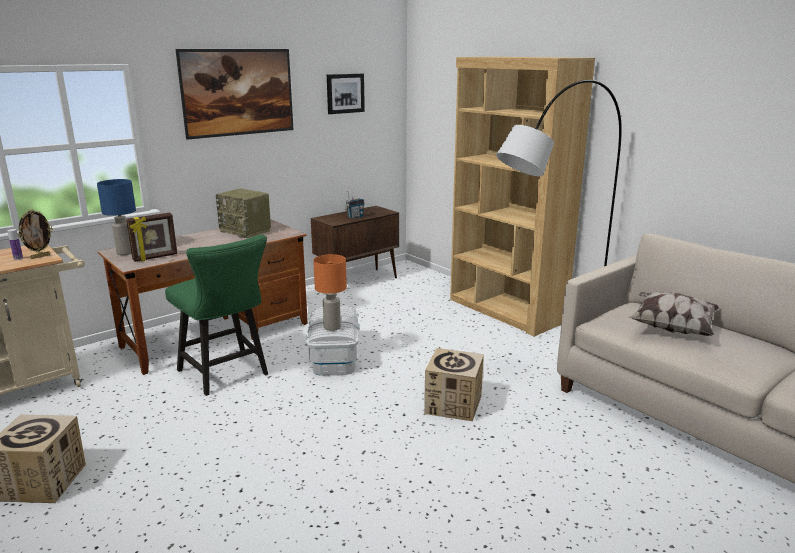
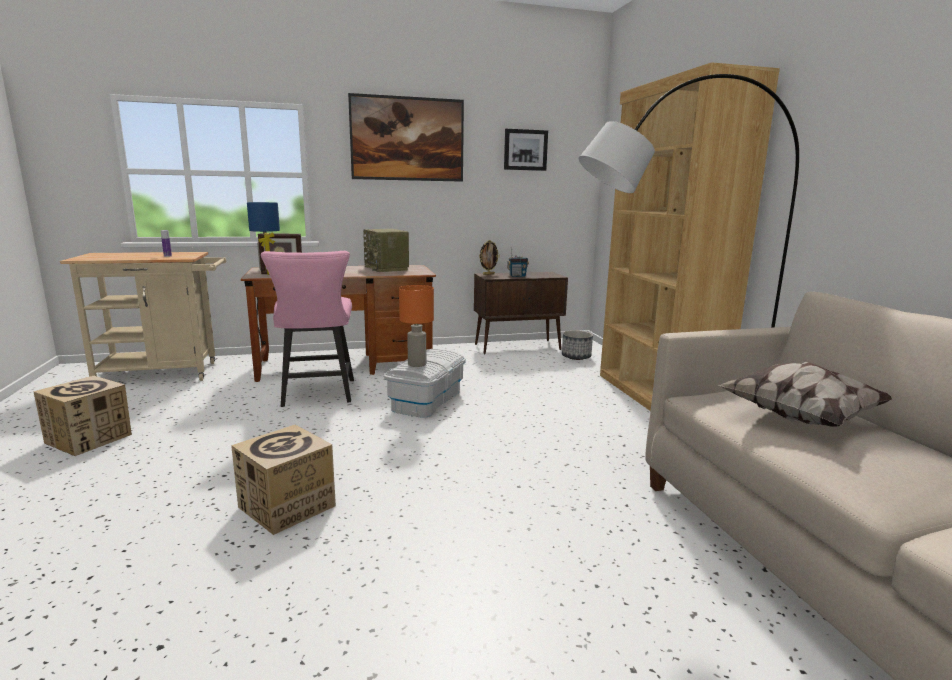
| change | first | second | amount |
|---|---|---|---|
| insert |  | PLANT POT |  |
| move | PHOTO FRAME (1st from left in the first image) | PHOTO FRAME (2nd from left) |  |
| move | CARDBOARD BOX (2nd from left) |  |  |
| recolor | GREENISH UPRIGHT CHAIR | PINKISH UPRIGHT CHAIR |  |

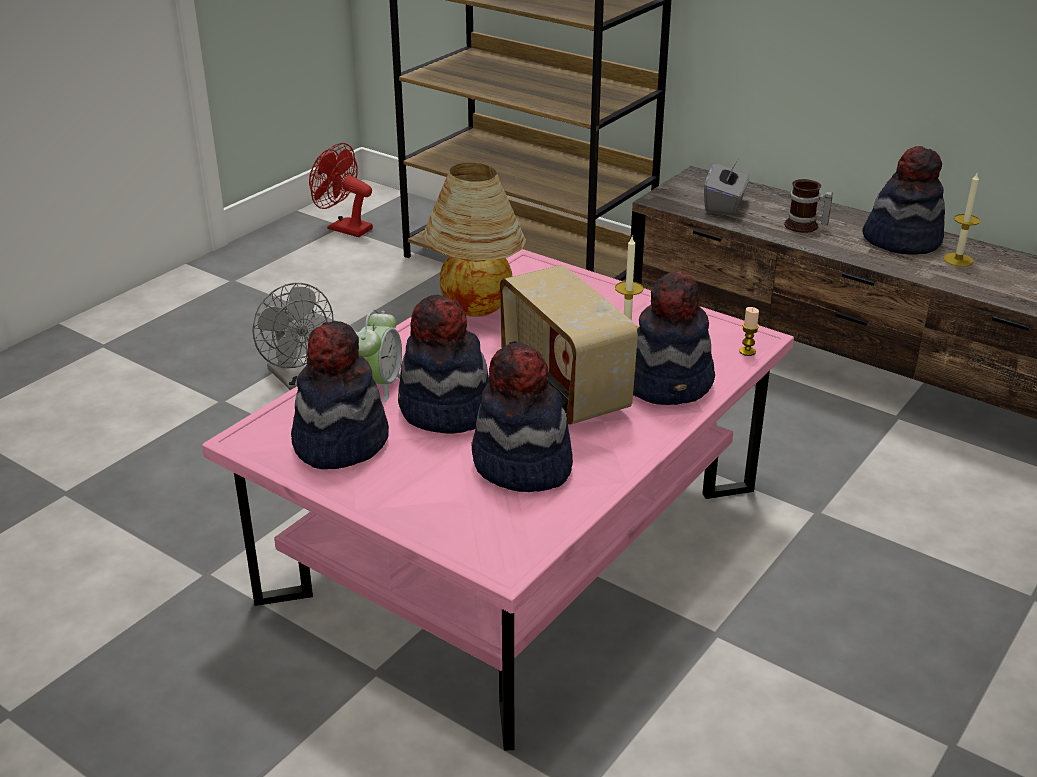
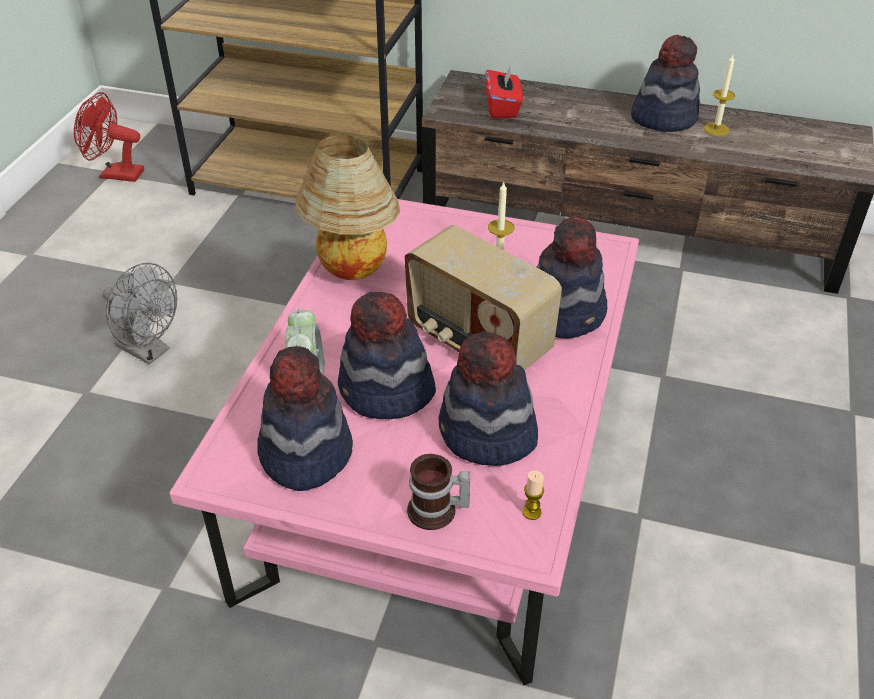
| change | first | second | amount |
|---|---|---|---|
| move | WAX CANDLE (2nd from left) |  |  |
| move | MUG |  |  |
| recolor | GRAY TISSUE BOX | RED TISSUE BOX |  |

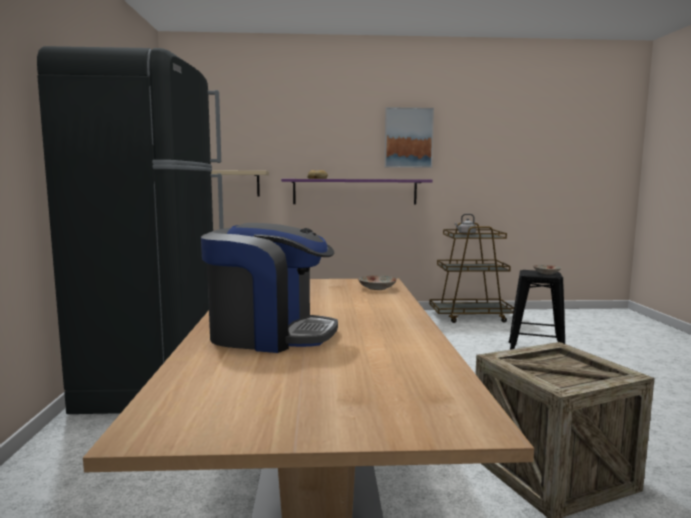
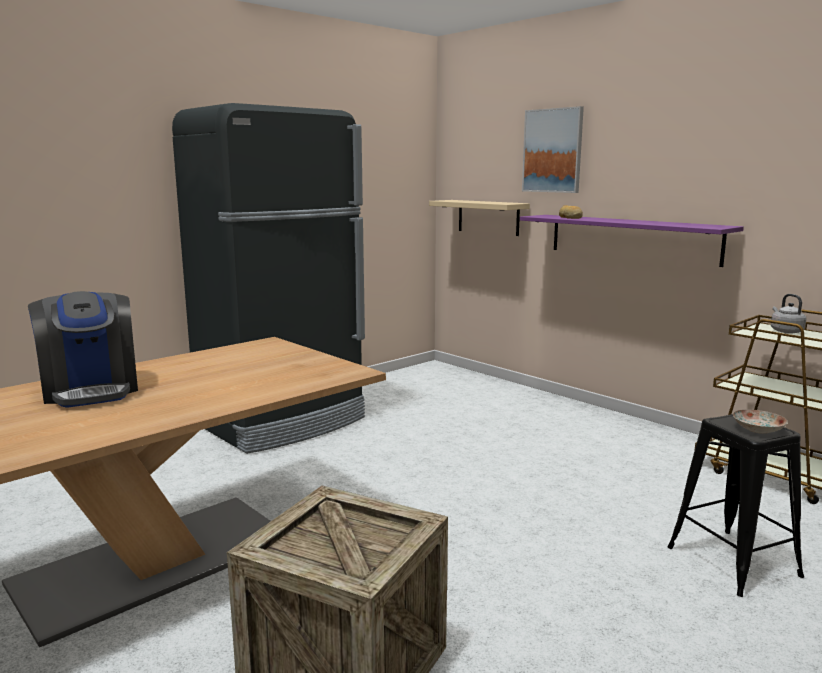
| change | first | second | amount |
|---|---|---|---|
| delete | PLATE (1st from left) |  |  |
| move | PICTURE |  |  |

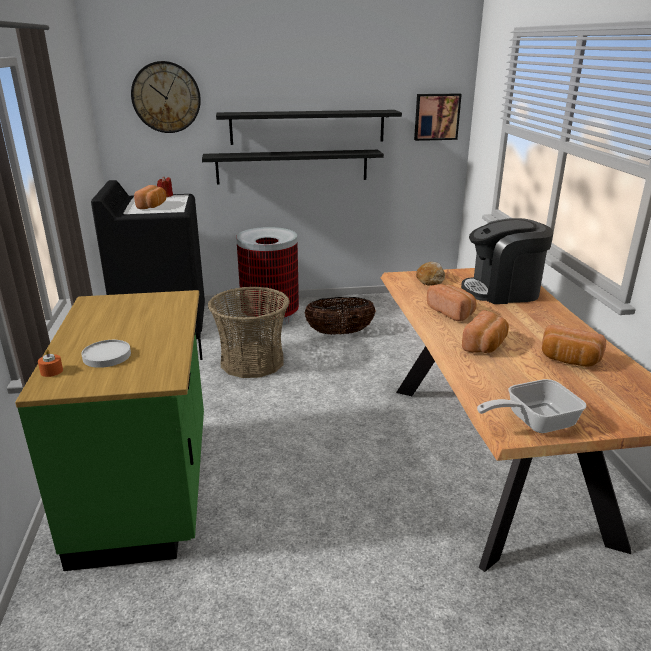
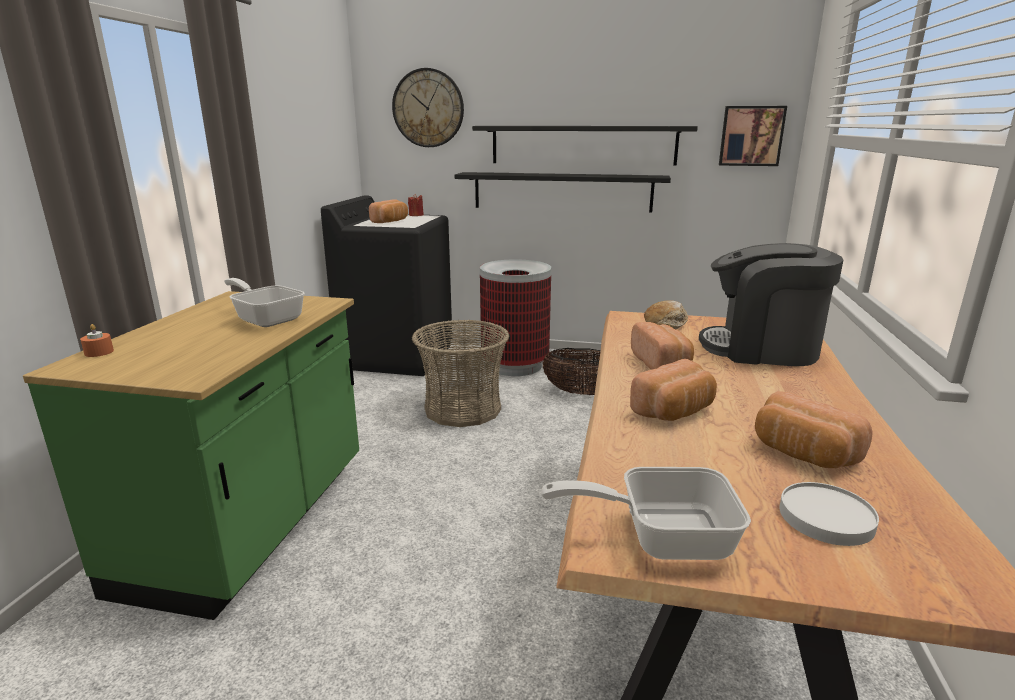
| change | first | second | amount |
|---|---|---|---|
| insert |  | PAN (1st from left) |  |
| move | WHITE-COLOURED PLATE |  |  |

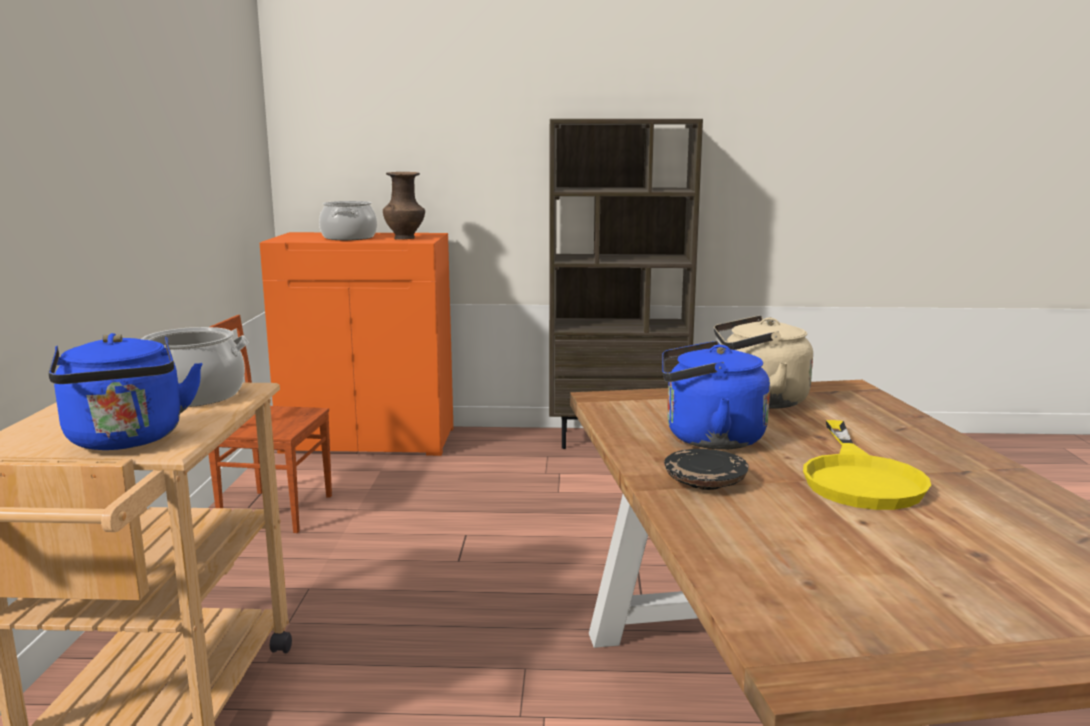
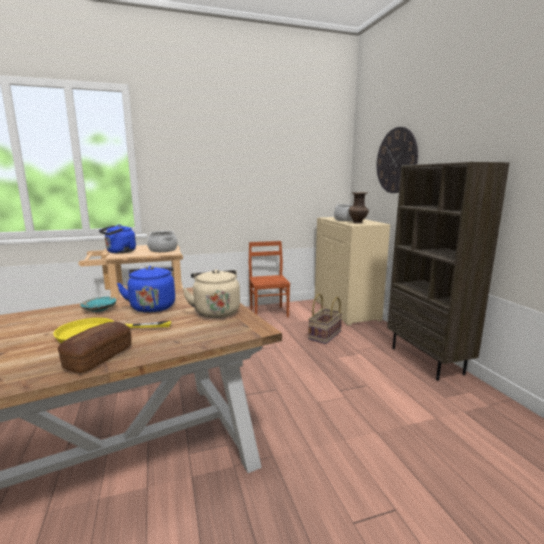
| change | first | second | amount |
|---|---|---|---|
| insert |  | BAKED BREAD |  |
| insert |  | HOUSEHOLD BASKET |  |
| insert |  | WALL CLOCK |  |
| recolor | ORANGE CUPBOARD | BEIGE-COLOURED CUPBOARD |  |
| recolor | BLACK PLATE | TURQUOISE PLATE |  |

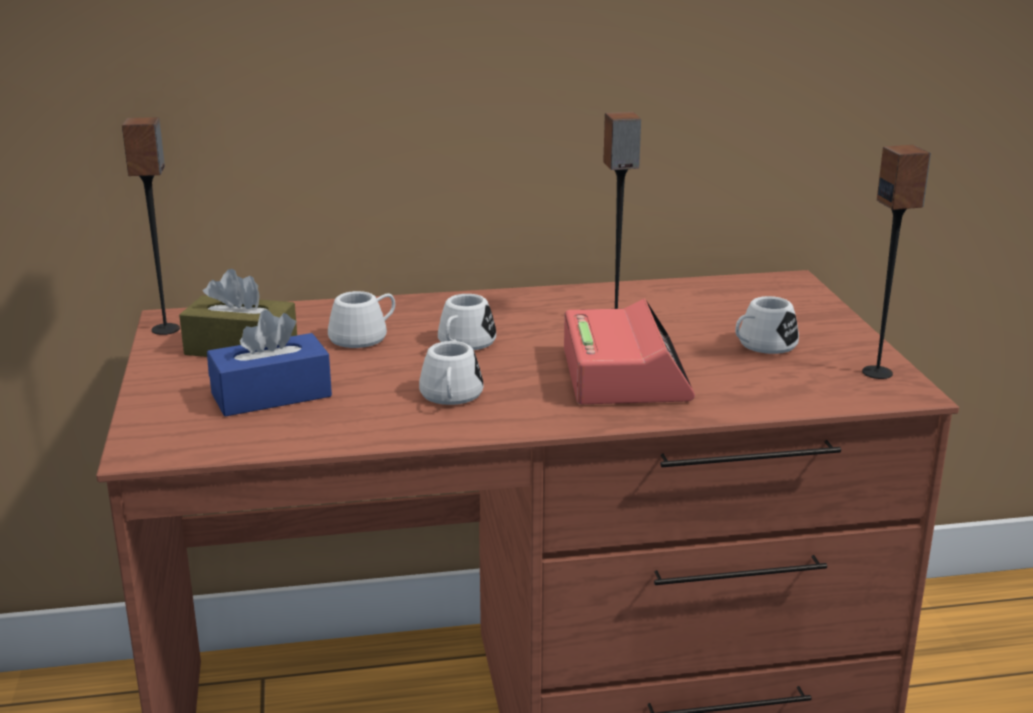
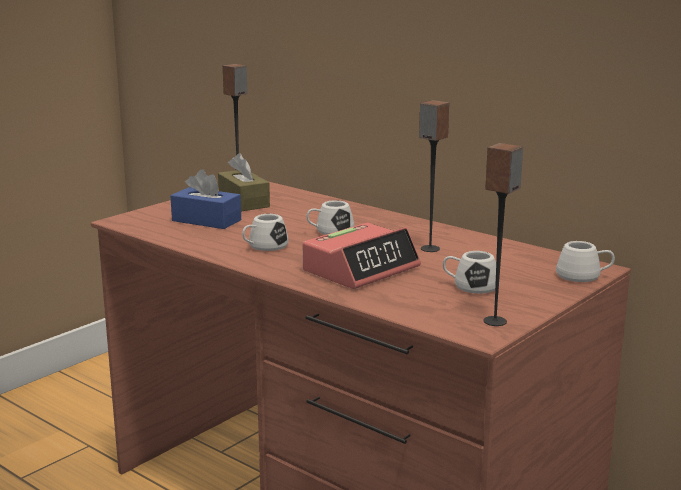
| change | first | second | amount |
|---|---|---|---|
| move | WHITE-COLOURED MUG (1st from left in the first image) | WHITE-COLOURED MUG (4th from left) |  |

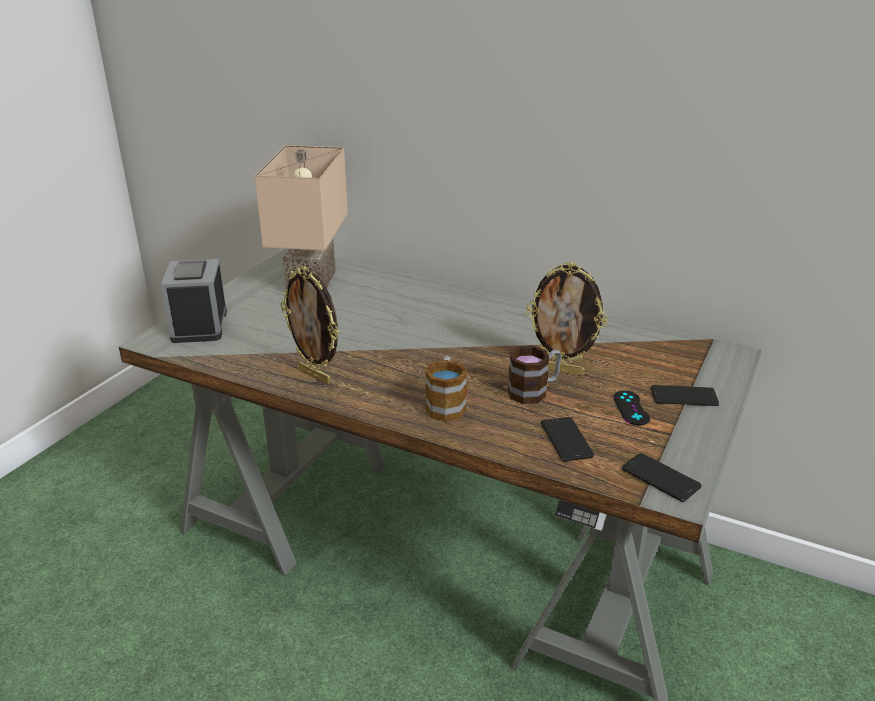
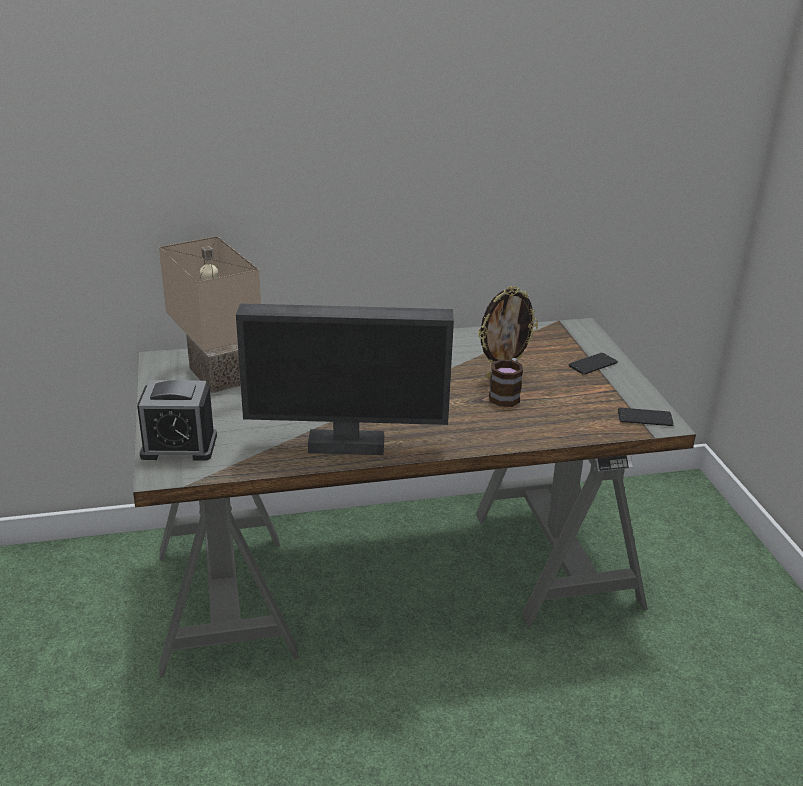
| change | first | second | amount |
|---|---|---|---|
| delete | MUG (1st from left) |  |  |
| delete | PHONE (1st from left) |  |  |
| delete | BLACK GAMEPAD |  |  |
| replace | PHOTO FRAME (1st from left) | MONITOR |  |
| rotate | TABLE CLOCK |  | 45 degrees counterclockwise |

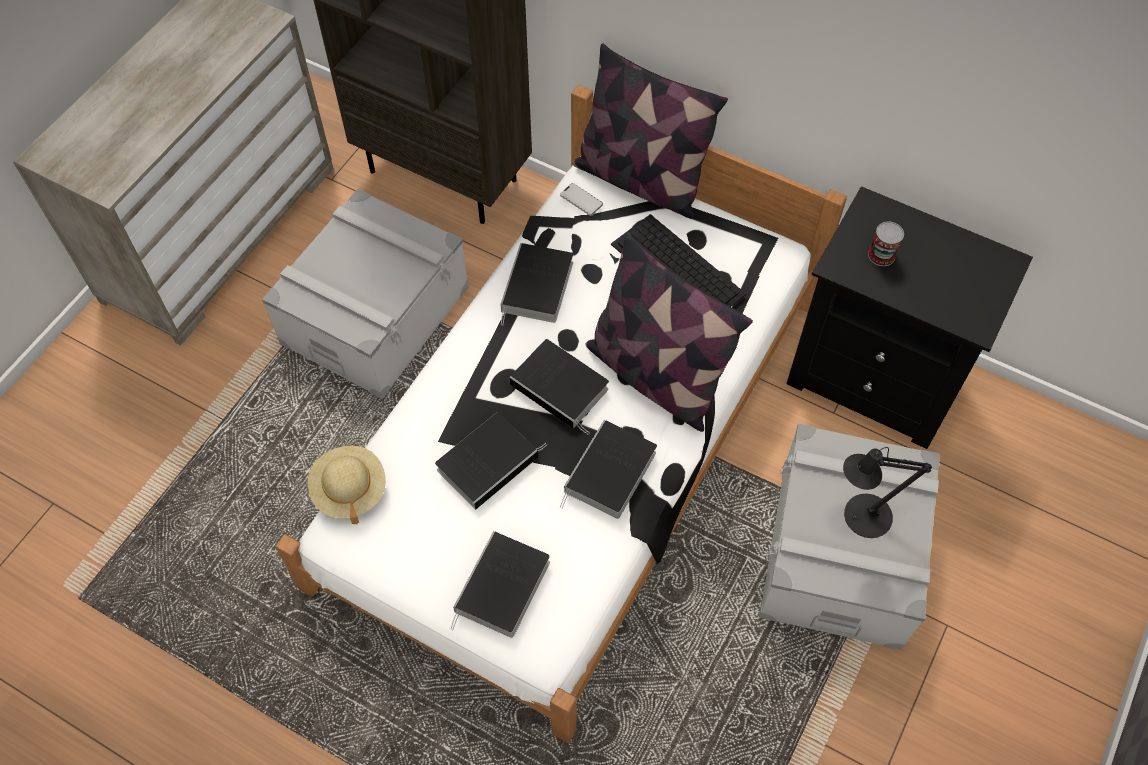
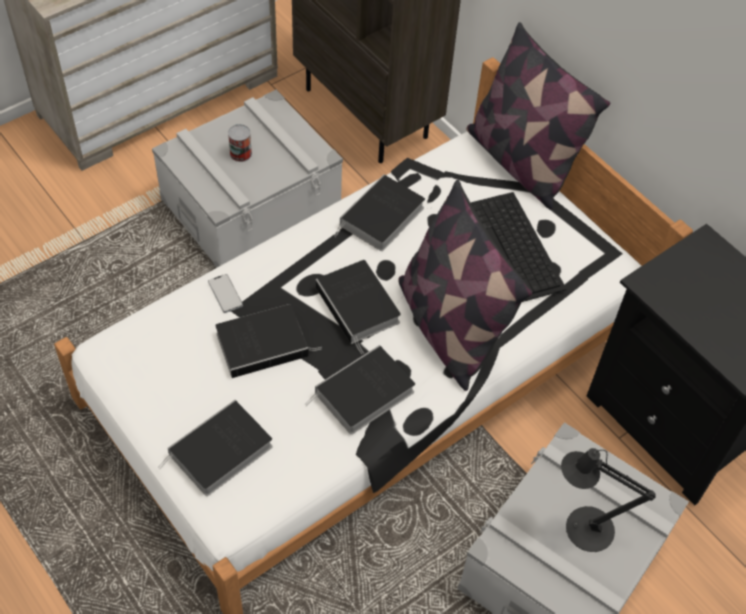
| change | first | second | amount |
|---|---|---|---|
| delete | BEIGE-COLOURED HAT |  |  |
| move | PHONE |  |  |
| move | CAN |  |  |

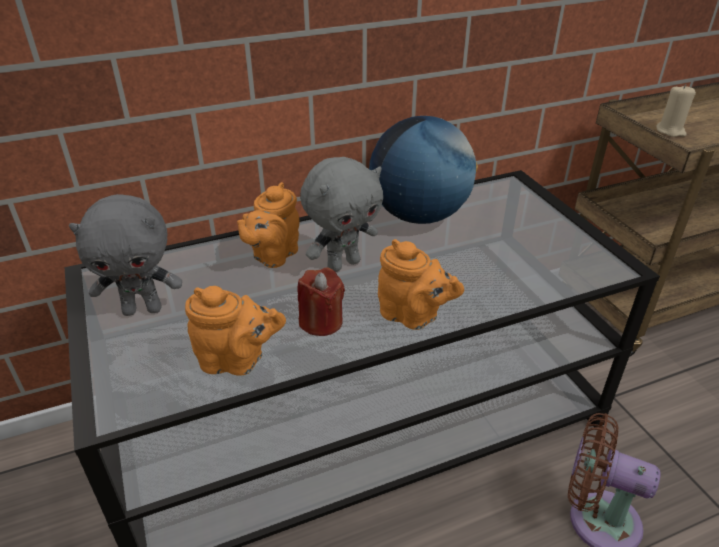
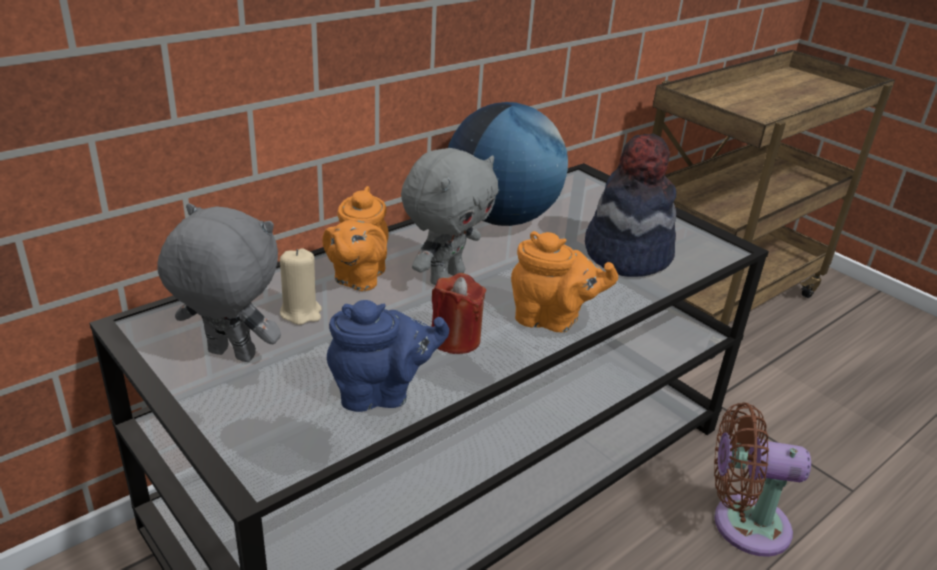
| change | first | second | amount |
|---|---|---|---|
| insert |  | HAT |  |
| move | BEIGE-COLOURED WAX CANDLE |  |  |
| recolor | ORANGE TEAPOT (1st from left) | BLUE TEAPOT |  |
| rotate | GRAY CUDDLY TOY (1st from left) |  | 135 degrees counterclockwise |

